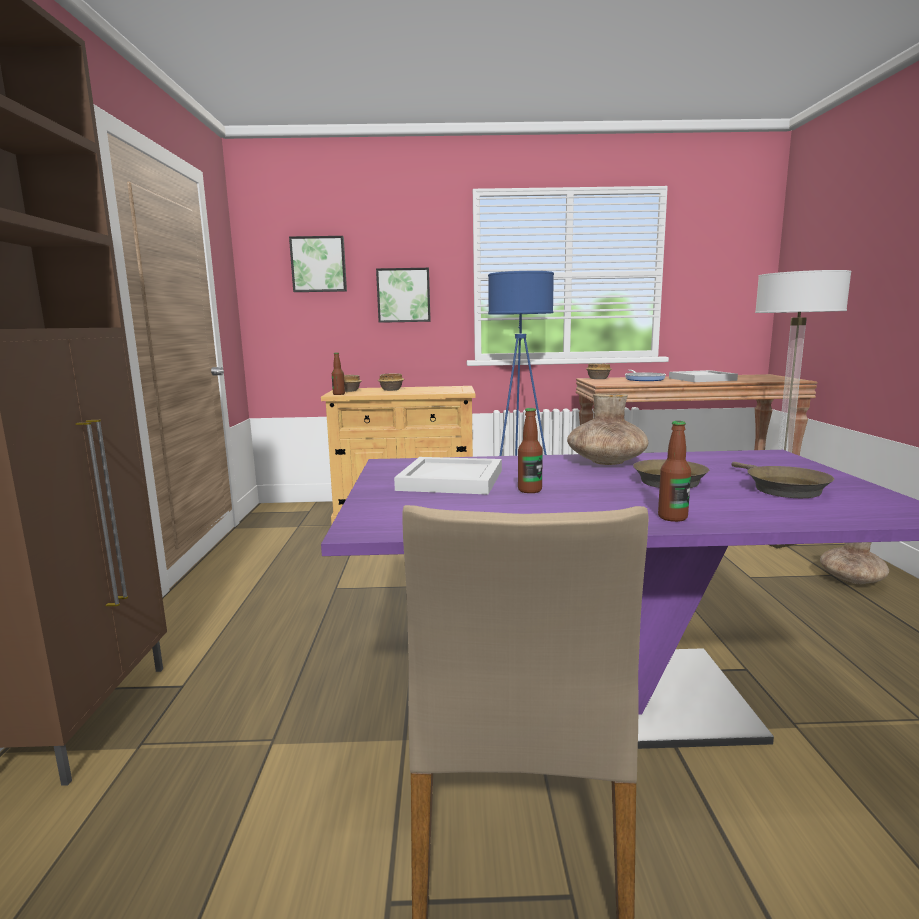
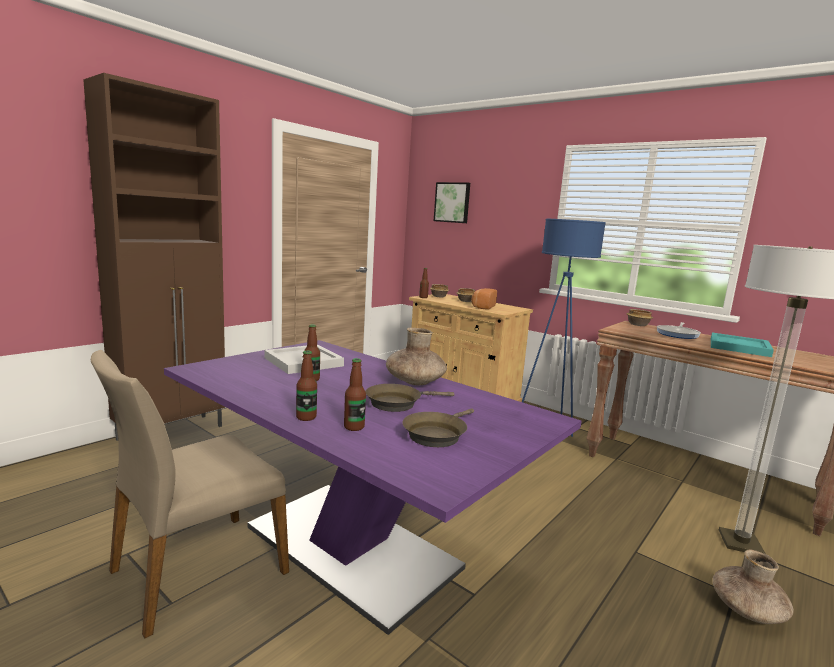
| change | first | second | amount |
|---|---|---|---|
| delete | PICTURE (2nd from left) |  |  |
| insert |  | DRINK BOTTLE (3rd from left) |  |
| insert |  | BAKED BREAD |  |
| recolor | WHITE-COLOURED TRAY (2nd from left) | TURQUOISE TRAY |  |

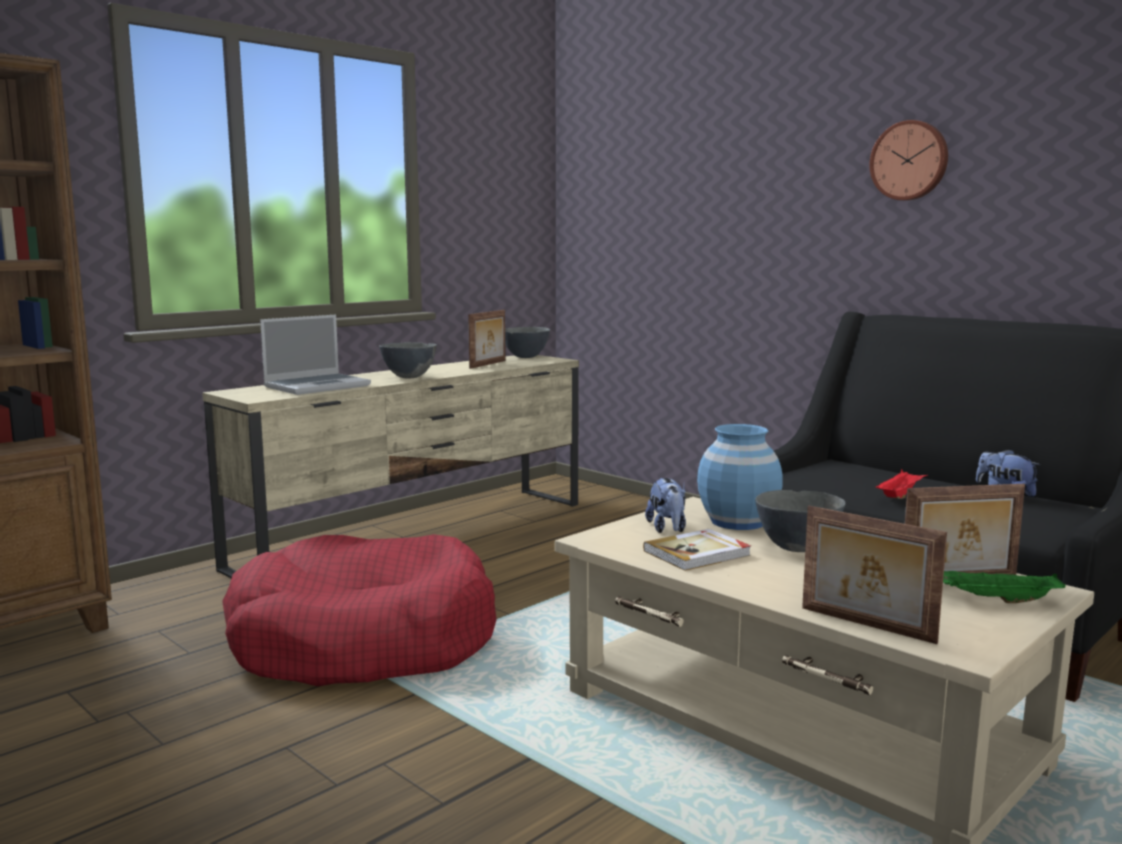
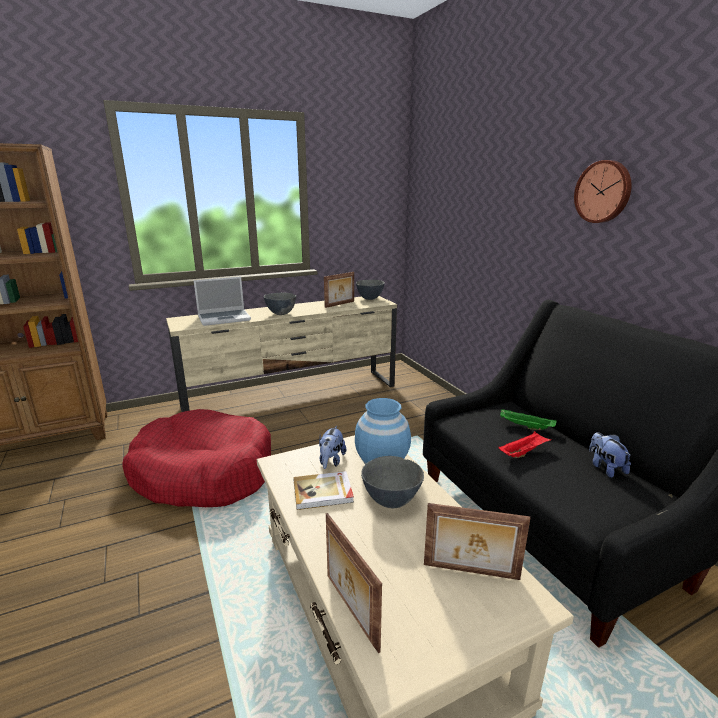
| change | first | second | amount |
|---|---|---|---|
| move | GREENISH TRAY |  |  |

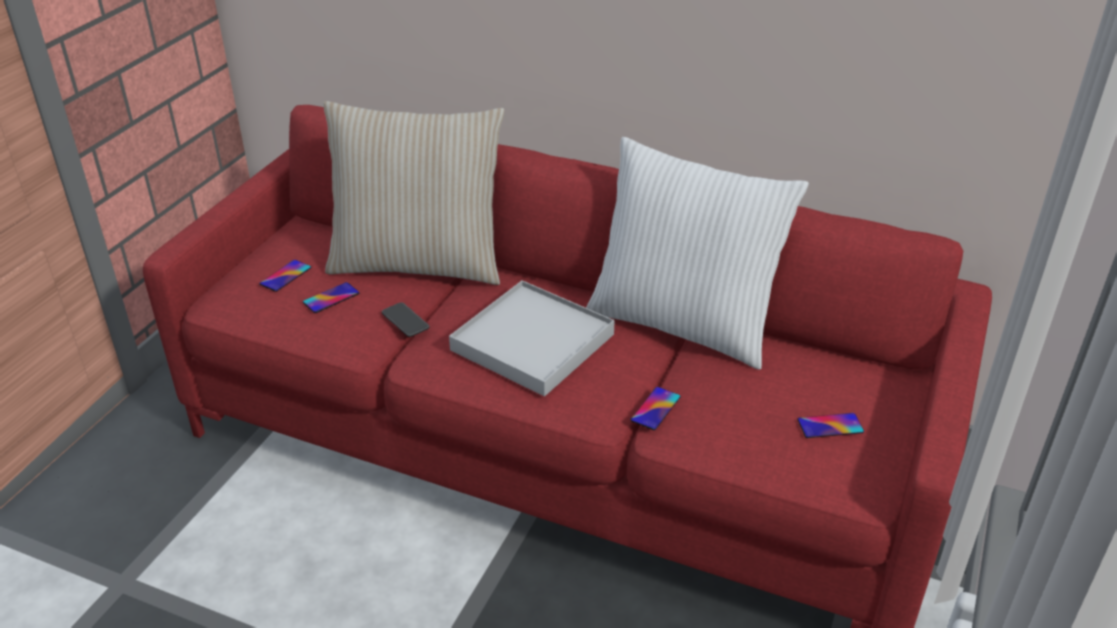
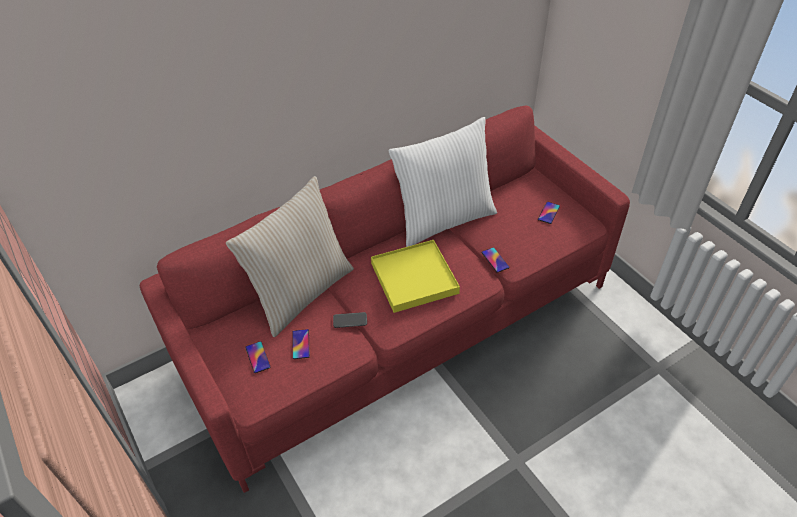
| change | first | second | amount |
|---|---|---|---|
| recolor | WHITE-COLOURED TRAY | YELLOW-COLOURED TRAY |  |

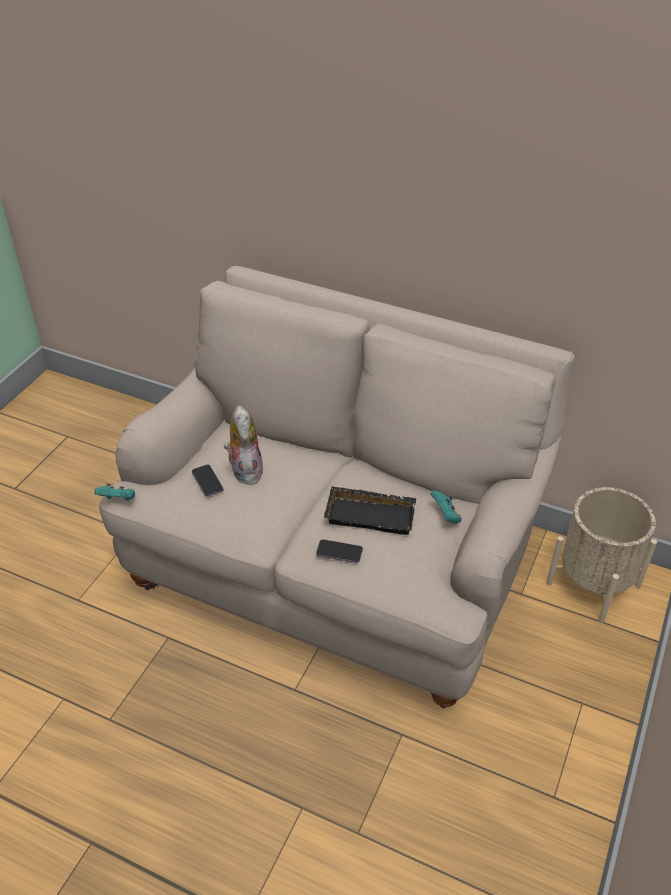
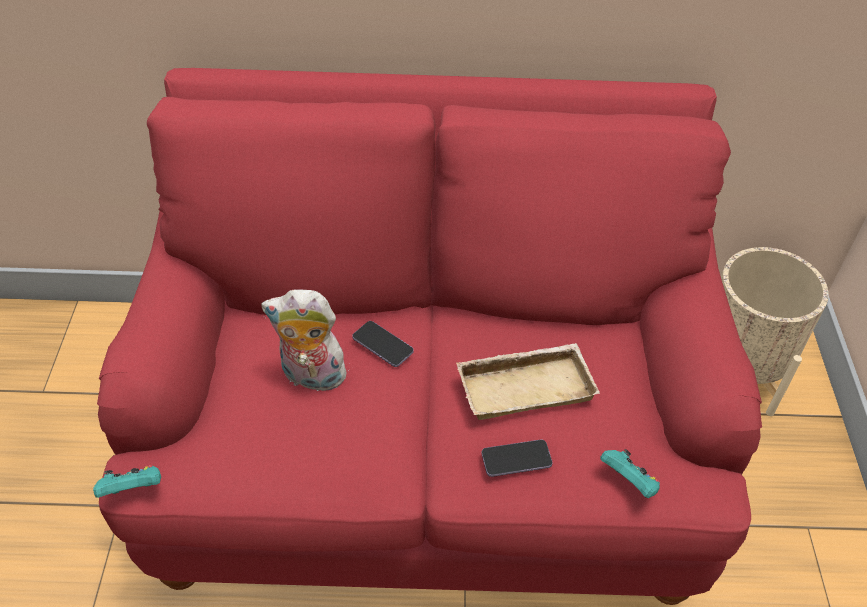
| change | first | second | amount |
|---|---|---|---|
| move | PHONE (1st from left) |  |  |
| move | TURQUOISE GAMEPAD (2nd from left) |  |  |
| recolor | BEIGE-COLOURED SOFA | RED SOFA |  |
| recolor | BLACK TRAY | BEIGE-COLOURED TRAY |  |
| rotate | CUDDLY TOY |  | 45 degrees counterclockwise |

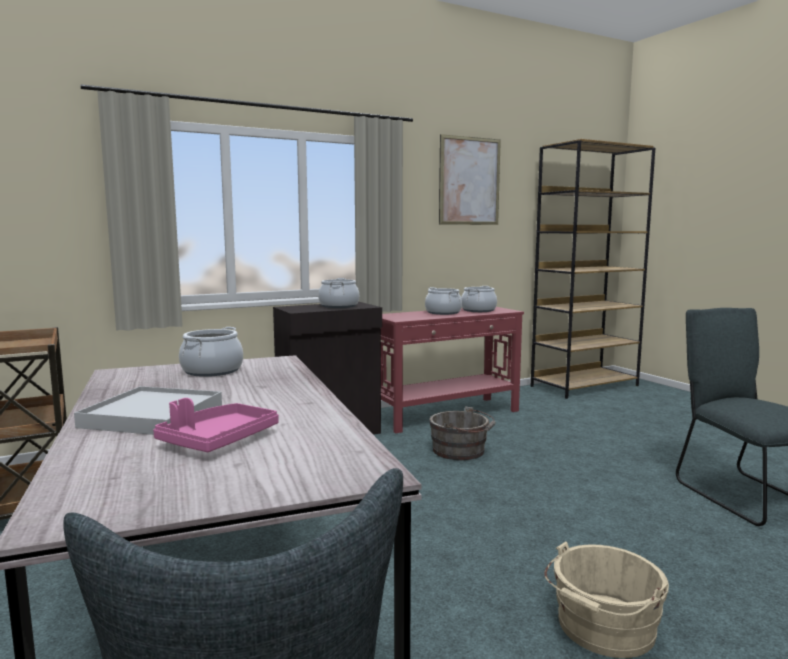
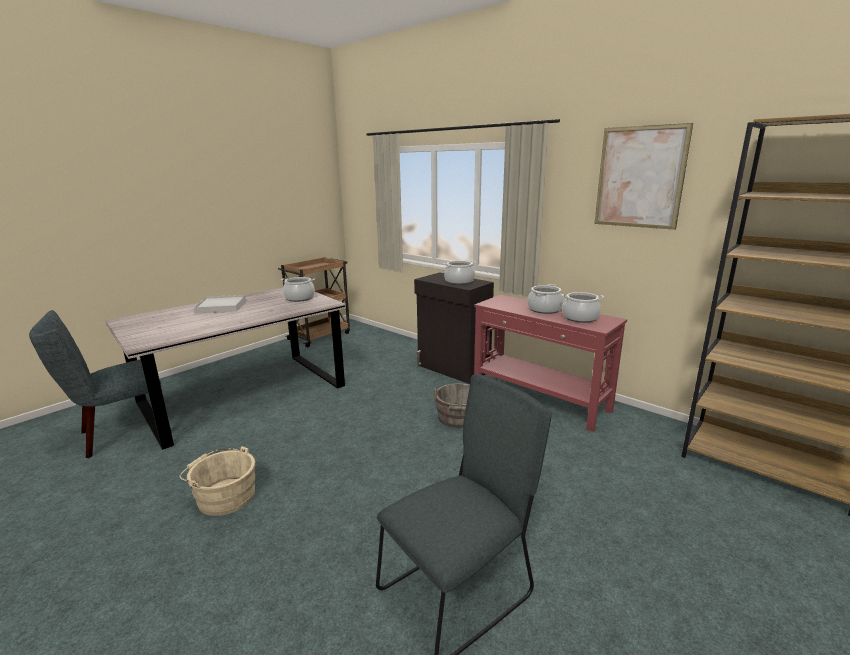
| change | first | second | amount |
|---|---|---|---|
| delete | PINKISH TRAY |  |  |

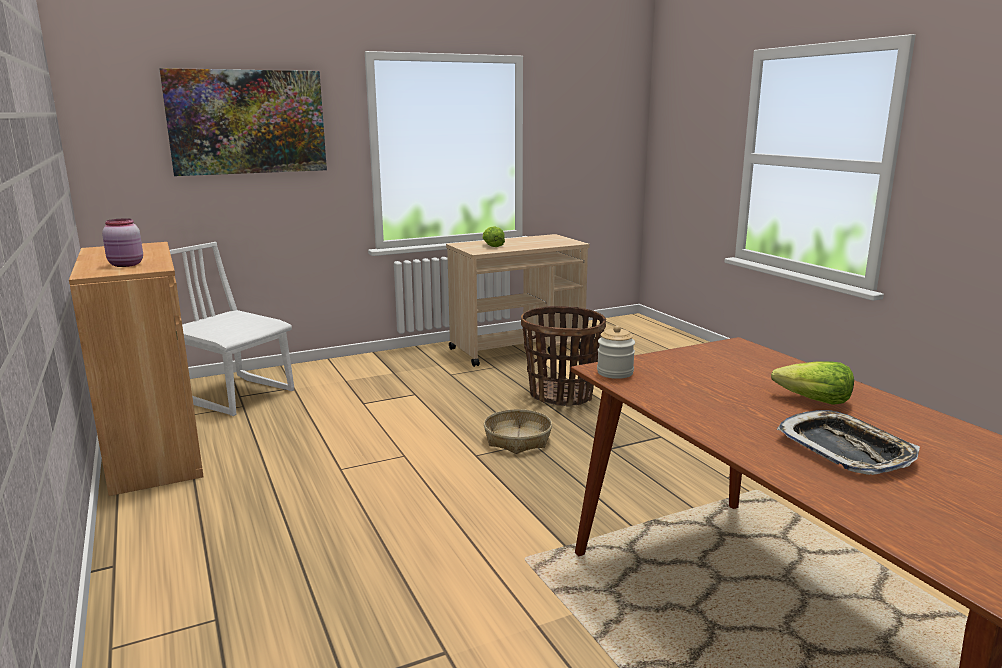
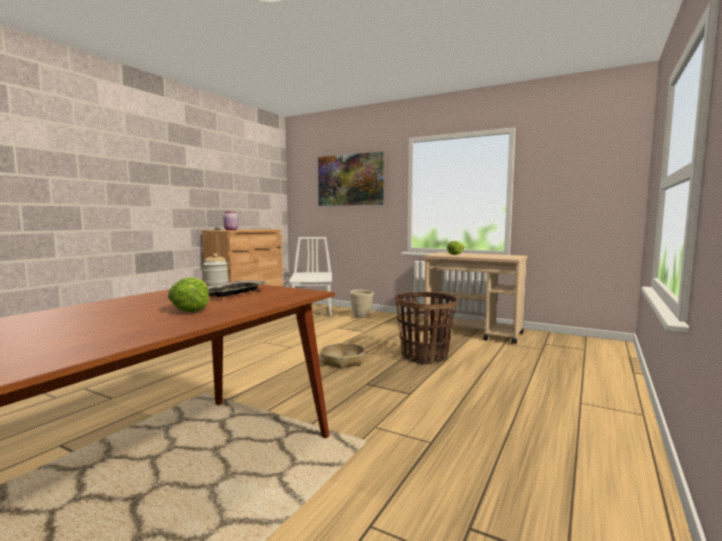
| change | first | second | amount |
|---|---|---|---|
| insert |  | BEIGE-COLOURED PLANT POT |  |
| move | TRAY |  |  |

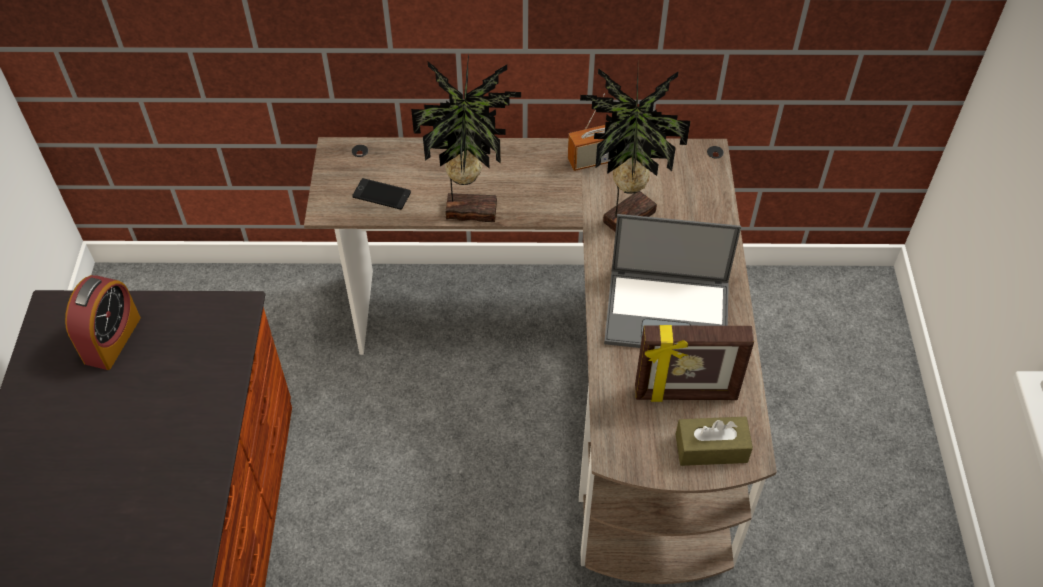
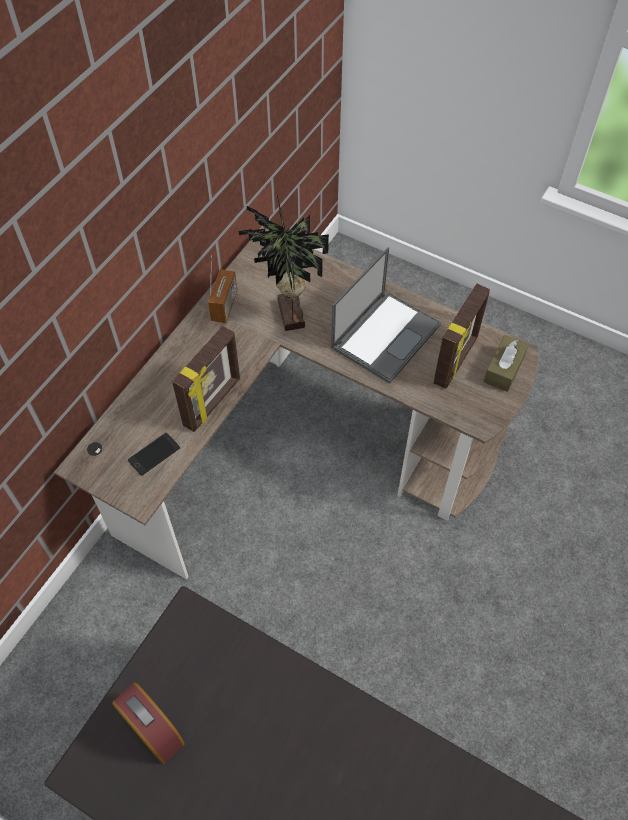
| change | first | second | amount |
|---|---|---|---|
| replace | POTTED PLANT (1st from left) | PHOTO FRAME (1st from left) |  |

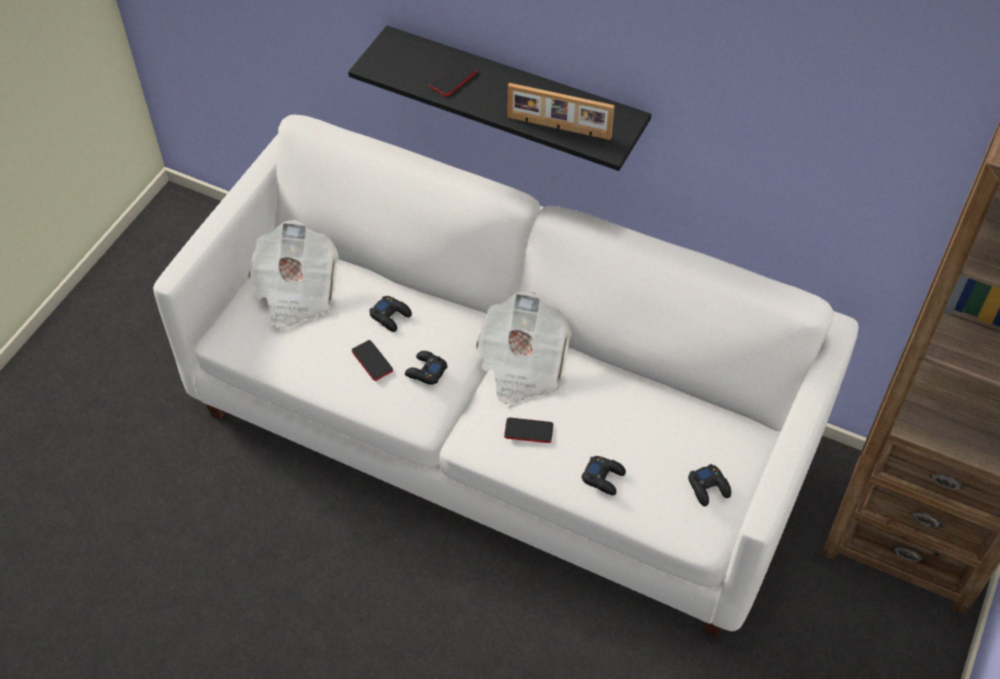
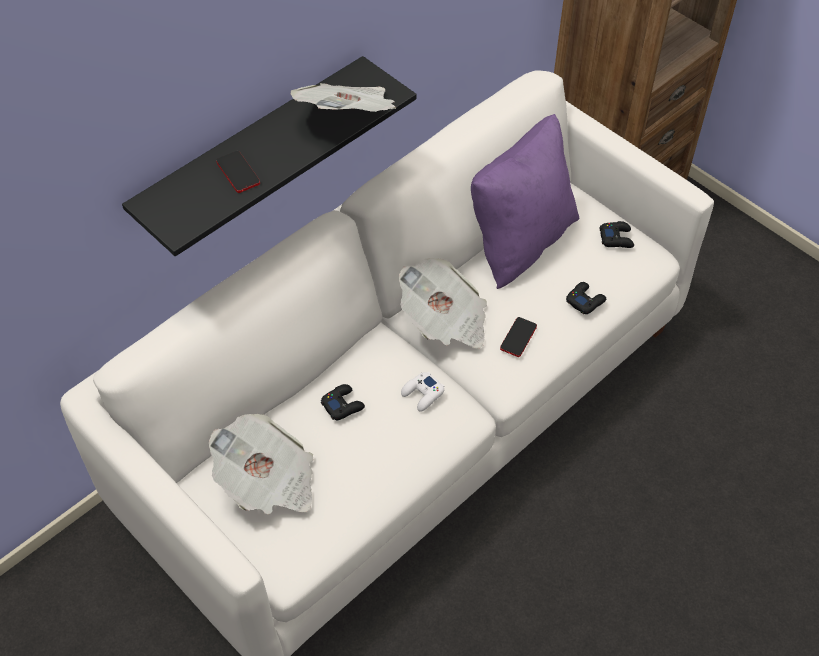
| change | first | second | amount |
|---|---|---|---|
| delete | PHONE (1st from left) |  |  |
| insert |  | PURPLE CUSHION |  |
| replace | PHOTO FRAME | DAILY PAPER (2nd from left) |  |
| recolor | BLACK GAMEPAD (2nd from left) | WHITE-COLOURED GAMEPAD |  |

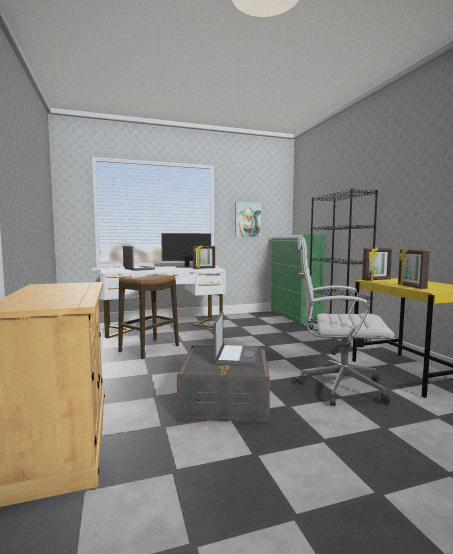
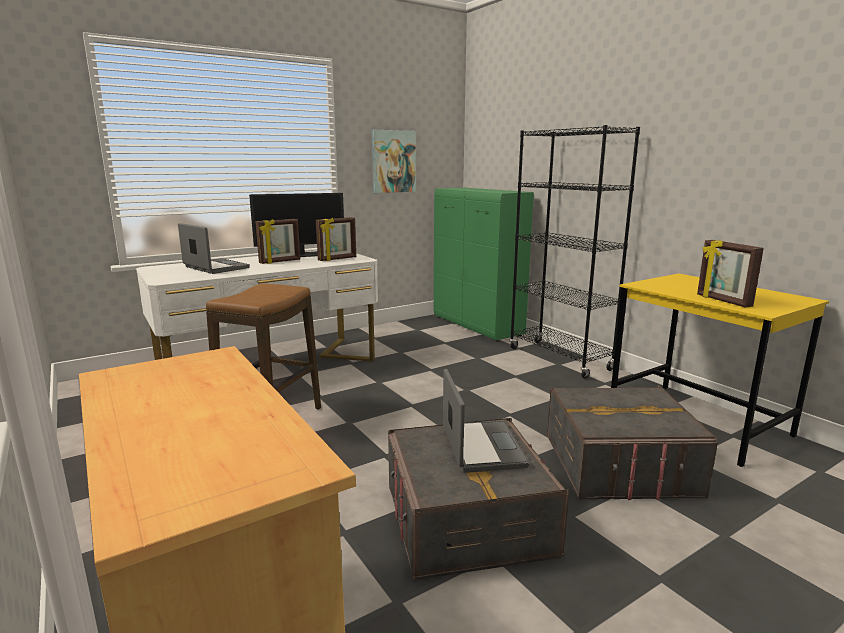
| change | first | second | amount |
|---|---|---|---|
| move | PHOTO FRAME (2nd from left in the first image) | PHOTO FRAME (1st from left) |  |
| replace | WHITE-COLOURED COMPUTER CHAIR | GRAY STORAGE CONTAINER (2nd from left) |  |

